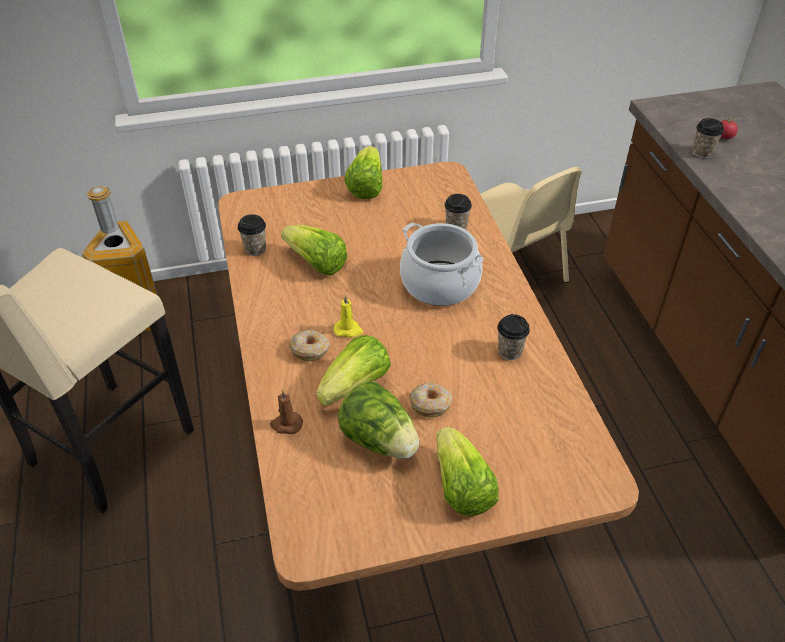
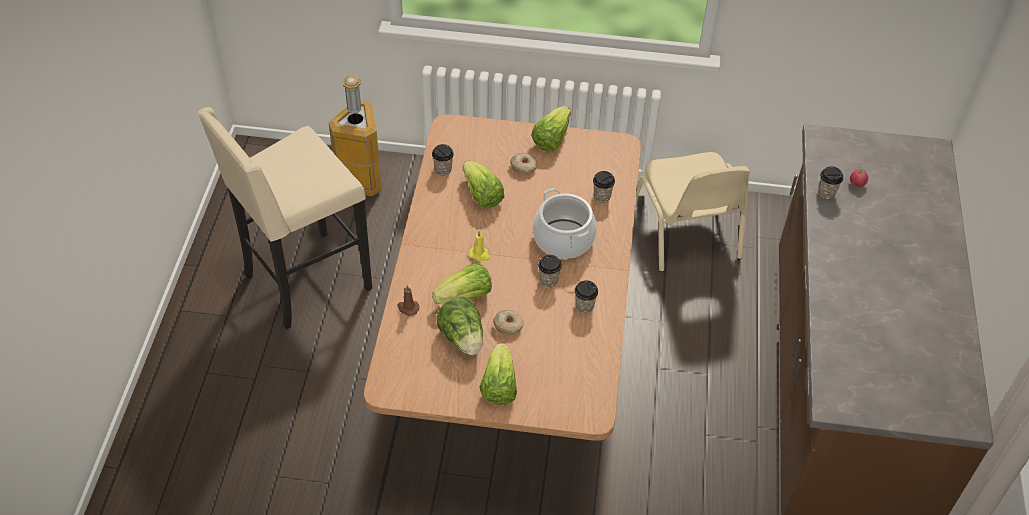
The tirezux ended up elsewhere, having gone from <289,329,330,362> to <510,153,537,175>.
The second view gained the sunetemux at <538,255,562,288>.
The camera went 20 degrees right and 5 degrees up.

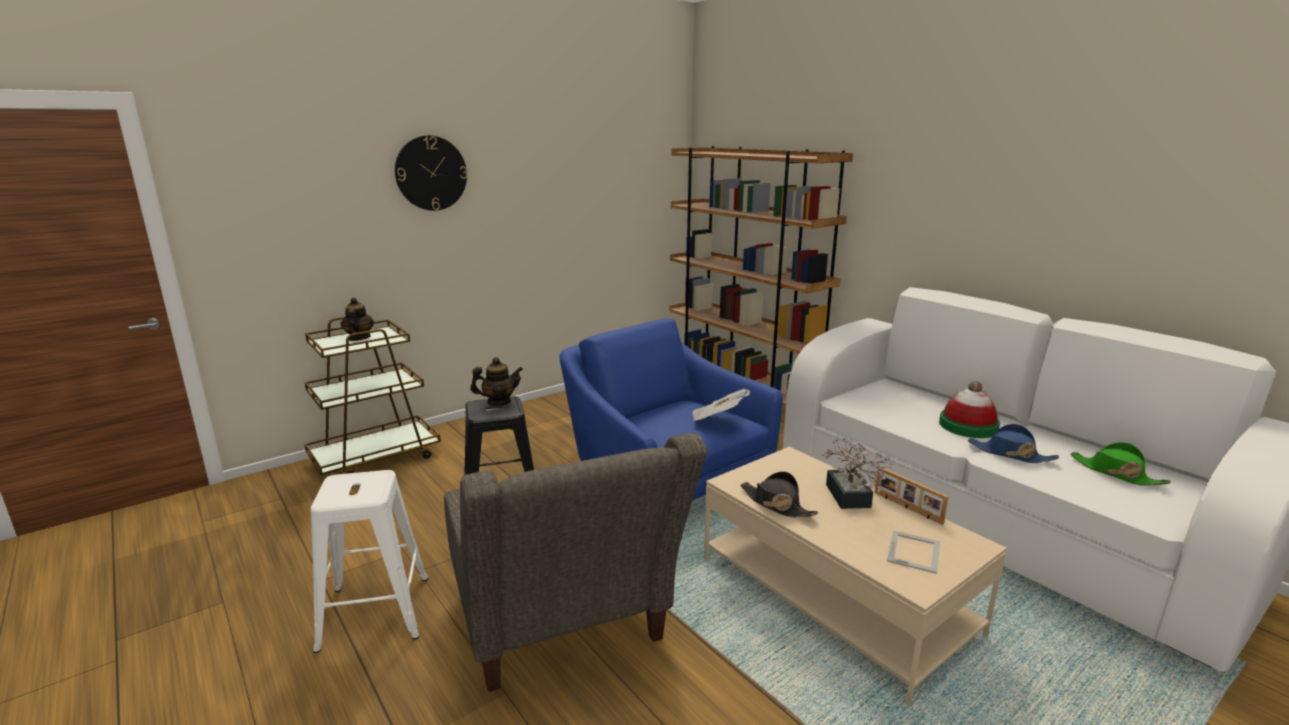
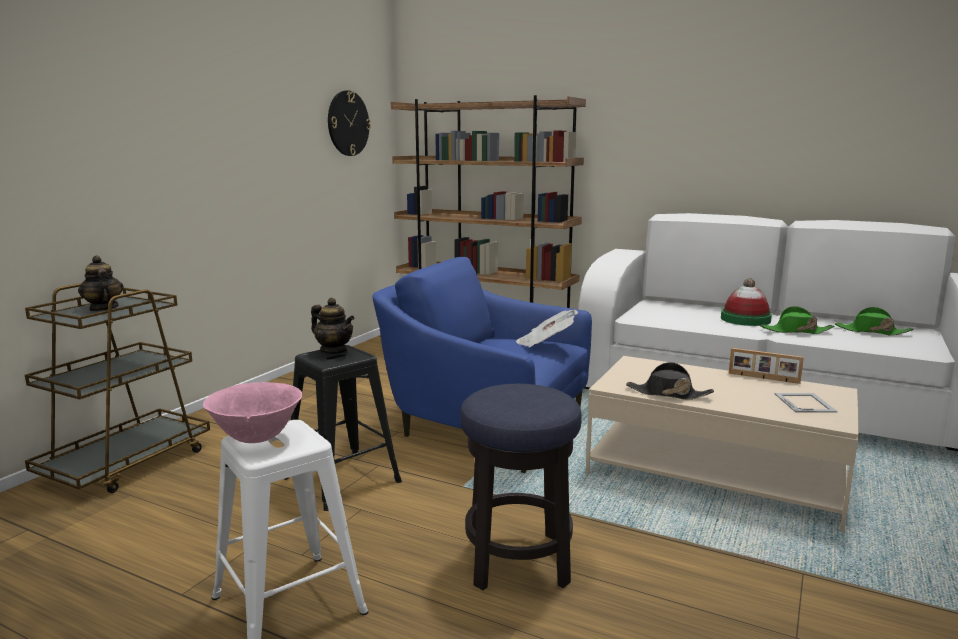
The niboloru ended up elsewhere, having gone from <395,135,467,211> to <328,90,371,156>.
Where the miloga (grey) stood at <444,433,708,692>, the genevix came to stand at <460,384,582,590>.
The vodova at <470,357,523,406> ended up facing another way, 75 degrees clockwise from before.
The second view lost the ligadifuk at <821,438,894,509>.
What was the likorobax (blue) at <968,424,1059,463> turned into the likorobax (green) at <760,306,834,334>.
The second view gained the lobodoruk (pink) at <203,382,302,443>.
The camera went 25 degrees left and 5 degrees down.

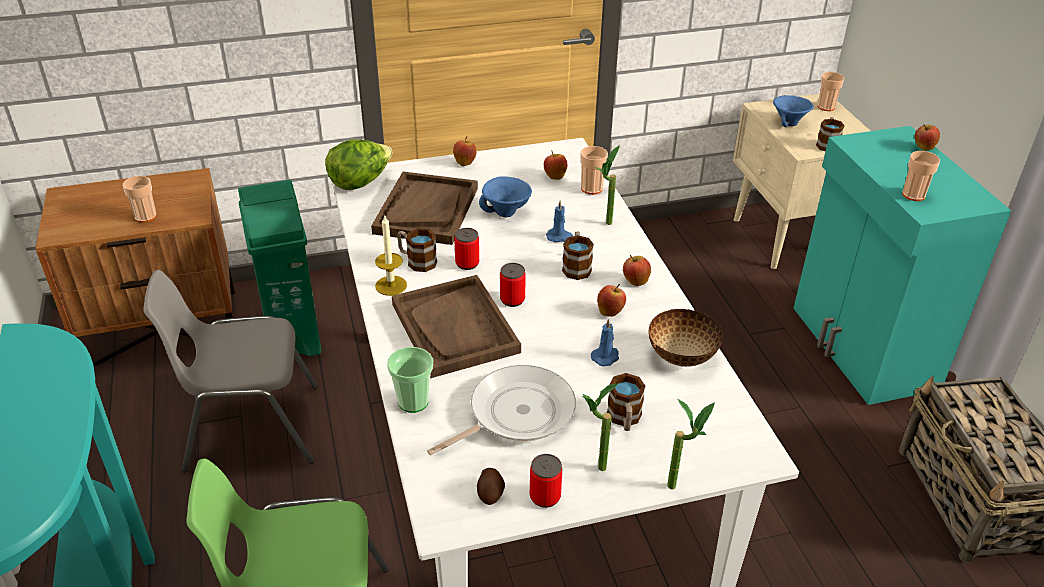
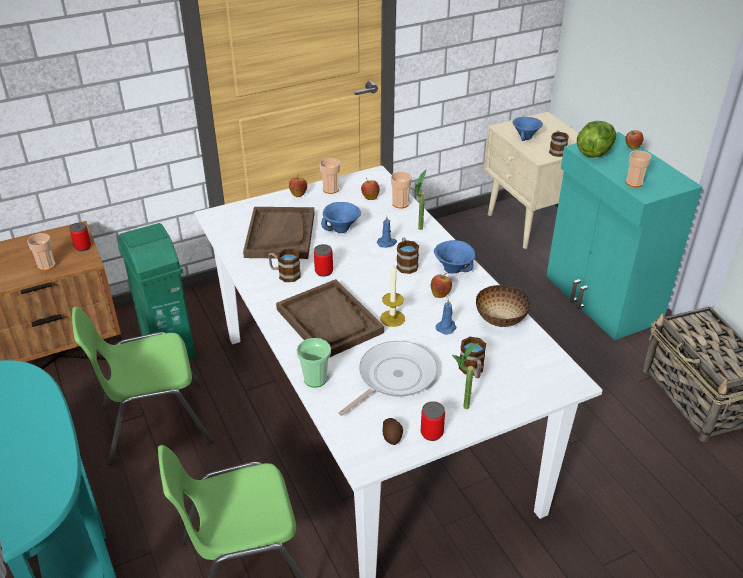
What was the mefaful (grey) at <143,270,318,472> turned into the mefaful (green) at <72,306,213,465>.
The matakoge ended up elsewhere, having gone from <325,140,393,190> to <577,121,616,158>.
The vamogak ended up elsewhere, having gone from <375,216,407,296> to <380,265,405,327>.
The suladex ended up elsewhere, having gone from <500,263,526,307> to <70,222,91,251>.
Where the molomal stood at <623,255,651,286>, the lobodoruk (blue) came to stand at <434,240,476,273>.
The second view lost the ligadifuk at <667,399,715,490>.
The sunetemux ended up elsewhere, having gone from <817,72,844,111> to <320,158,340,194>.
The camera went 10 degrees left and 0 degrees up.

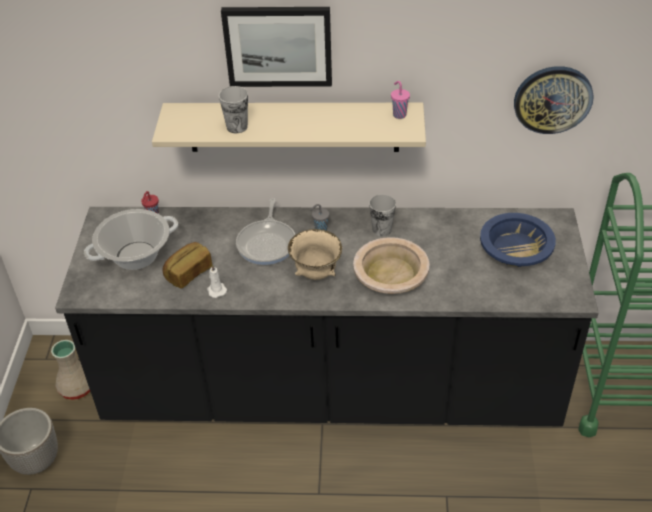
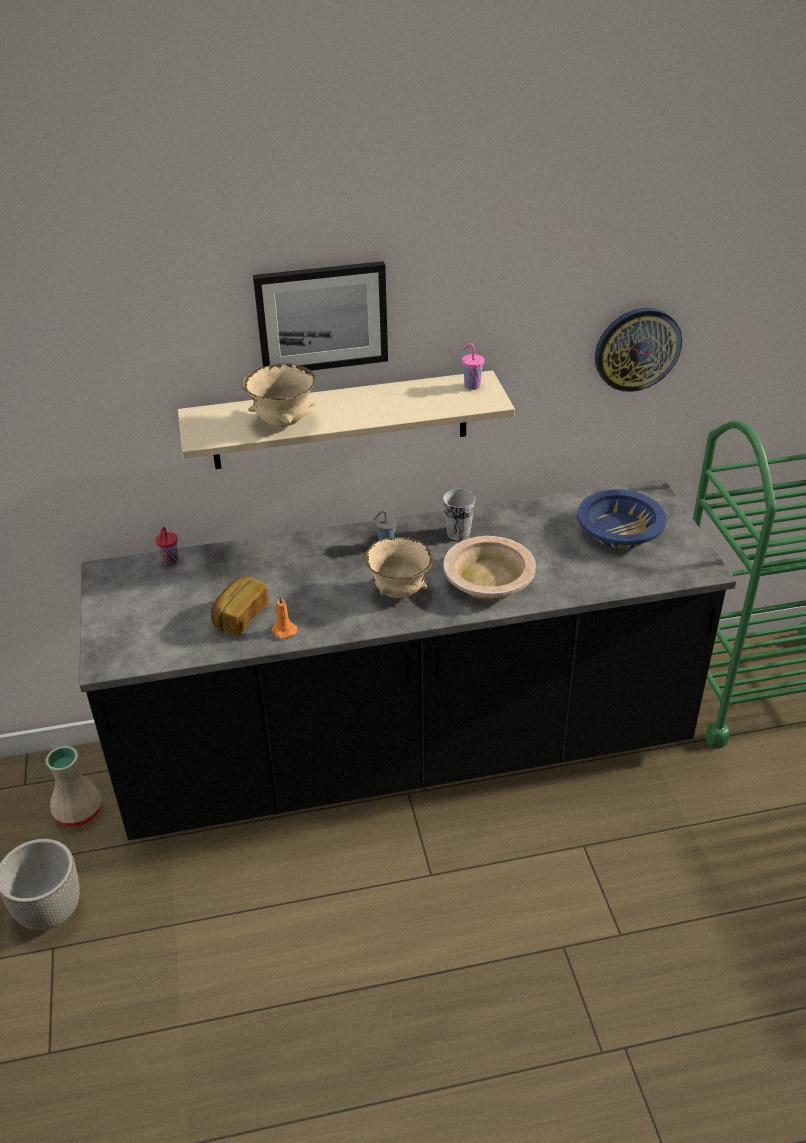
The second view lost the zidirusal at <84,209,178,270>.
What was the vamogak (white) at <207,264,227,298> turned into the vamogak (orange) at <271,595,297,639>.
Where the sunetemux stood at <219,86,248,133>, the lobodoruk (beige) came to stand at <242,363,315,427>.
The second view lost the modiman at <236,198,295,265>.
The camera went 15 degrees left and 5 degrees down.

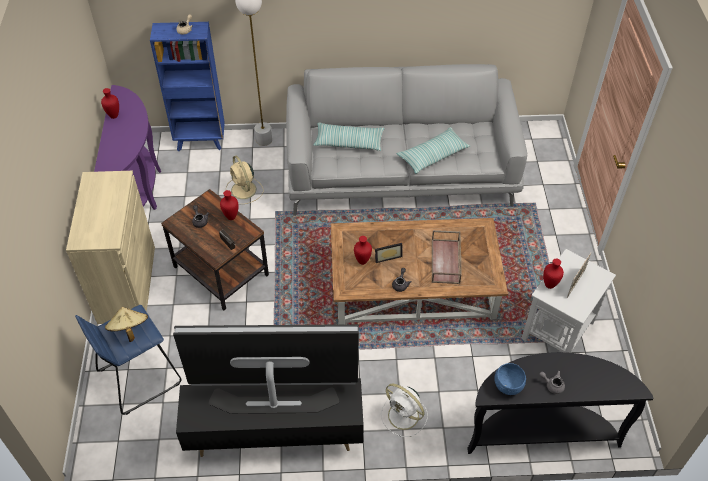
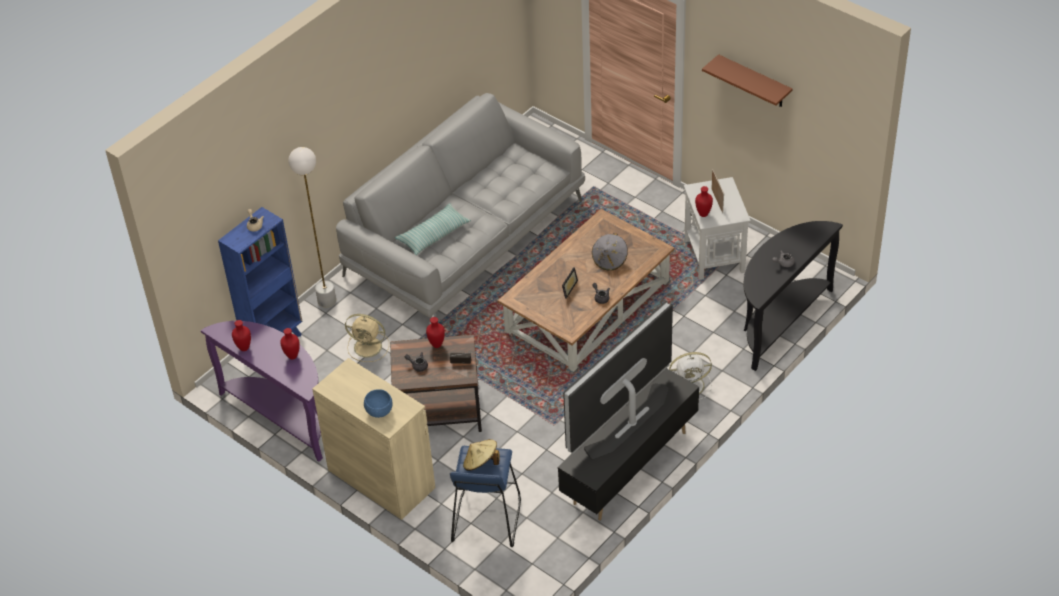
The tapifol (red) ended up elsewhere, having gone from <354,236,372,265> to <280,328,300,359>.
The second view lost the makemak at <397,127,470,174>.
Where the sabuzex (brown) stood at <432,230,462,284>, the likorobax (grey) came to stand at <592,233,628,271>.
The lobodoruk (blue) ended up elsewhere, having gone from <494,363,526,395> to <364,389,393,418>.
The second view gained the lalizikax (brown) at <702,54,792,107>.
The camera went 45 degrees left and 5 degrees down.

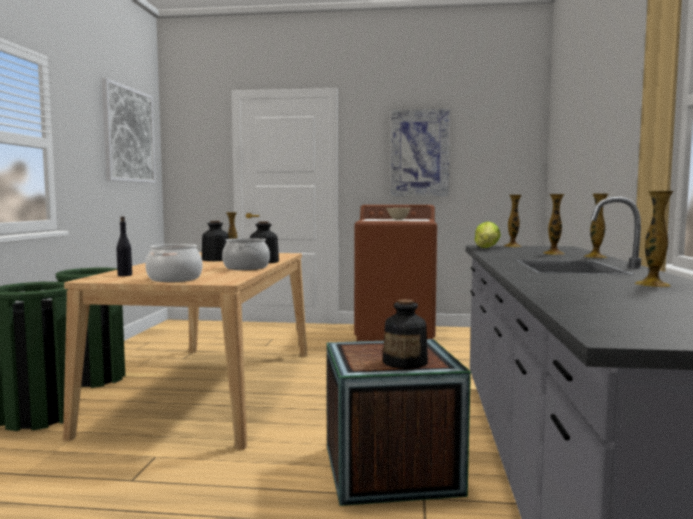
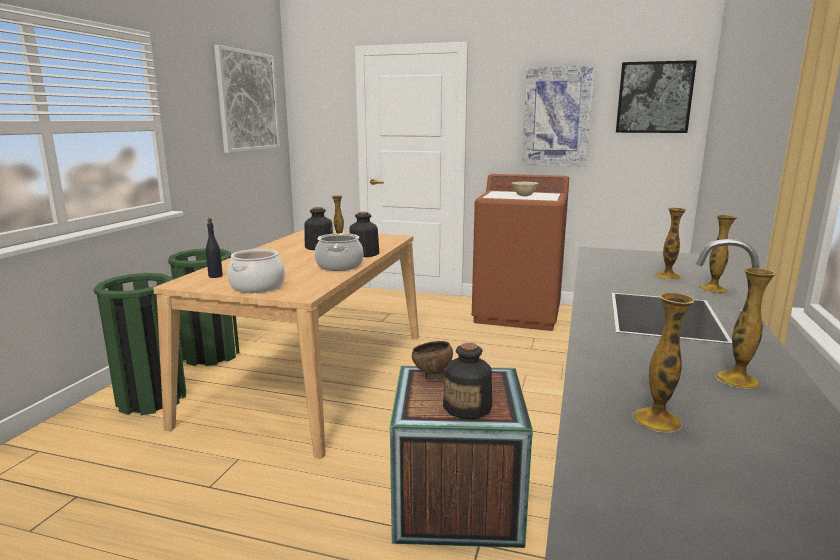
The second view lost the matakoge at <474,222,501,248>.
The tapifol ended up elsewhere, having gone from <504,195,522,247> to <633,293,695,432>.
The second view gained the lobodoruk (brown) at <412,341,453,380>.
The second view gained the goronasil at <616,60,697,133>.
The camera went 10 degrees right and 10 degrees up.

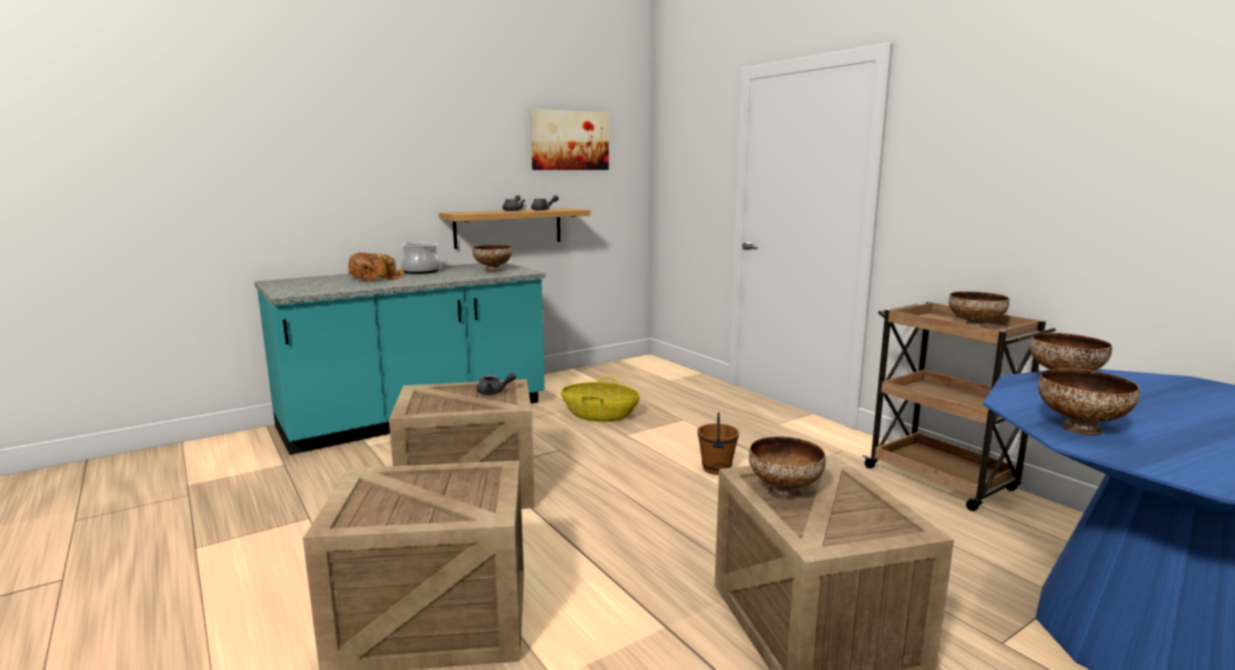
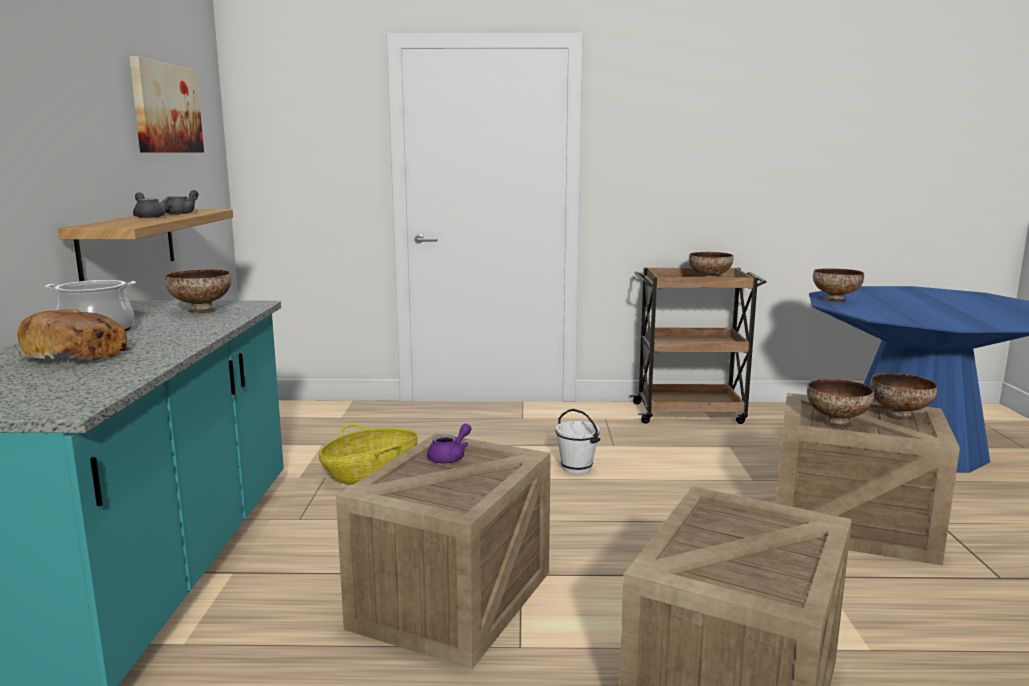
What was the vodova (grey) at <477,373,516,395> turned into the vodova (purple) at <427,423,471,463>.
What was the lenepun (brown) at <698,412,739,475> turned into the lenepun (white) at <555,409,600,474>.
The lobodoruk ended up elsewhere, having gone from <1038,368,1140,436> to <870,373,938,421>.
The camera went 55 degrees left and 0 degrees up.

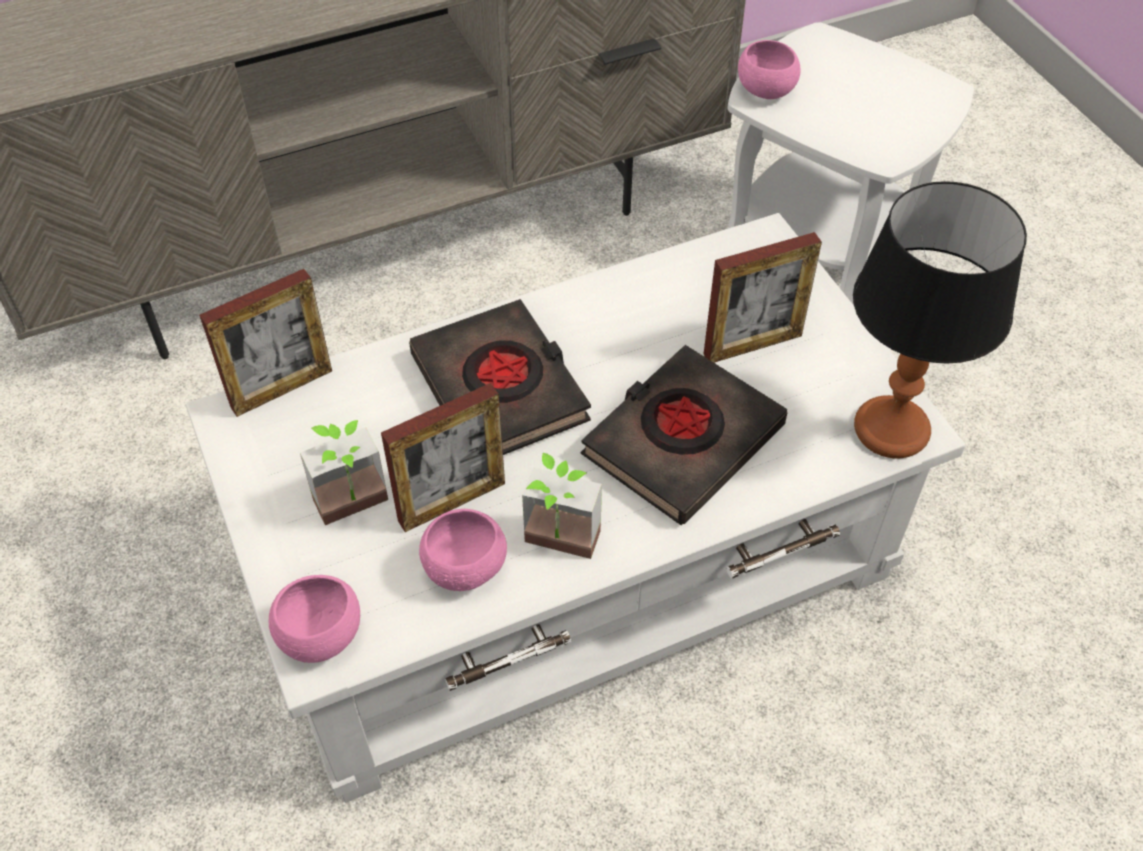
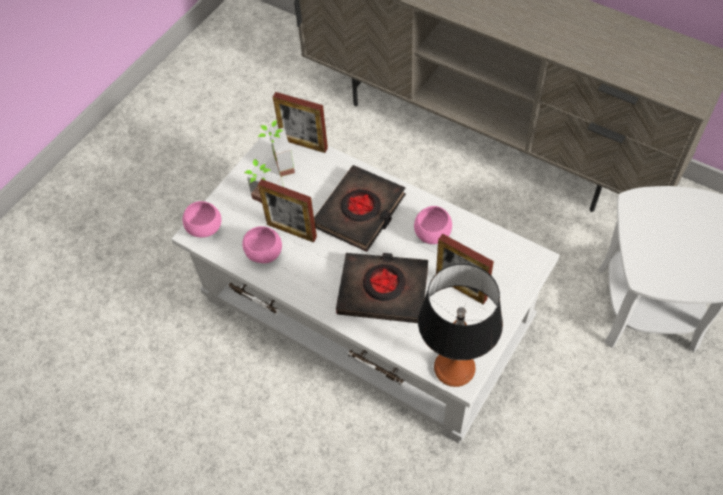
The ligadifuk ended up elsewhere, having gone from <522,453,602,559> to <258,120,295,177>.
The lobodoruk (pink) ended up elsewhere, having gone from <738,40,800,99> to <414,206,452,244>.
The camera went 60 degrees right and 5 degrees up.

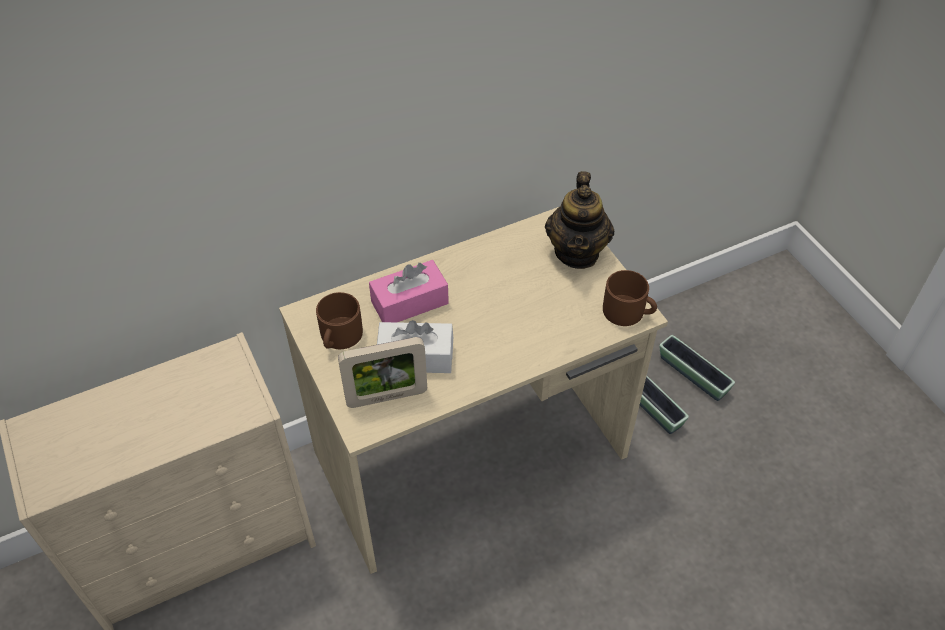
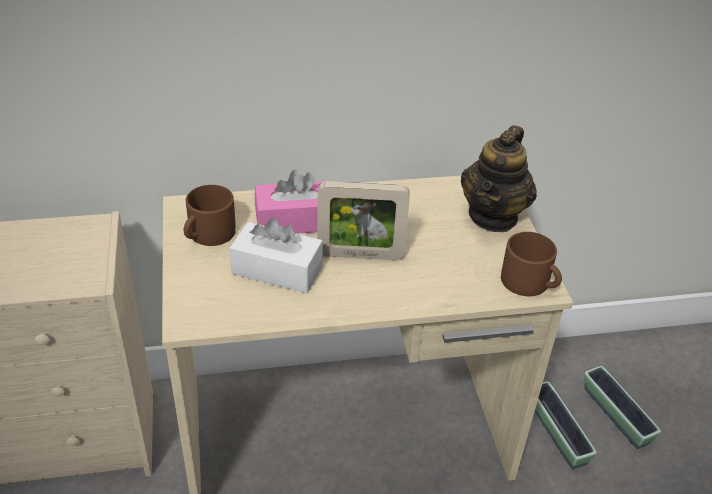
The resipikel ended up elsewhere, having gone from <338,337,427,408> to <317,181,410,260>.
The camera went 15 degrees right and 10 degrees down.

